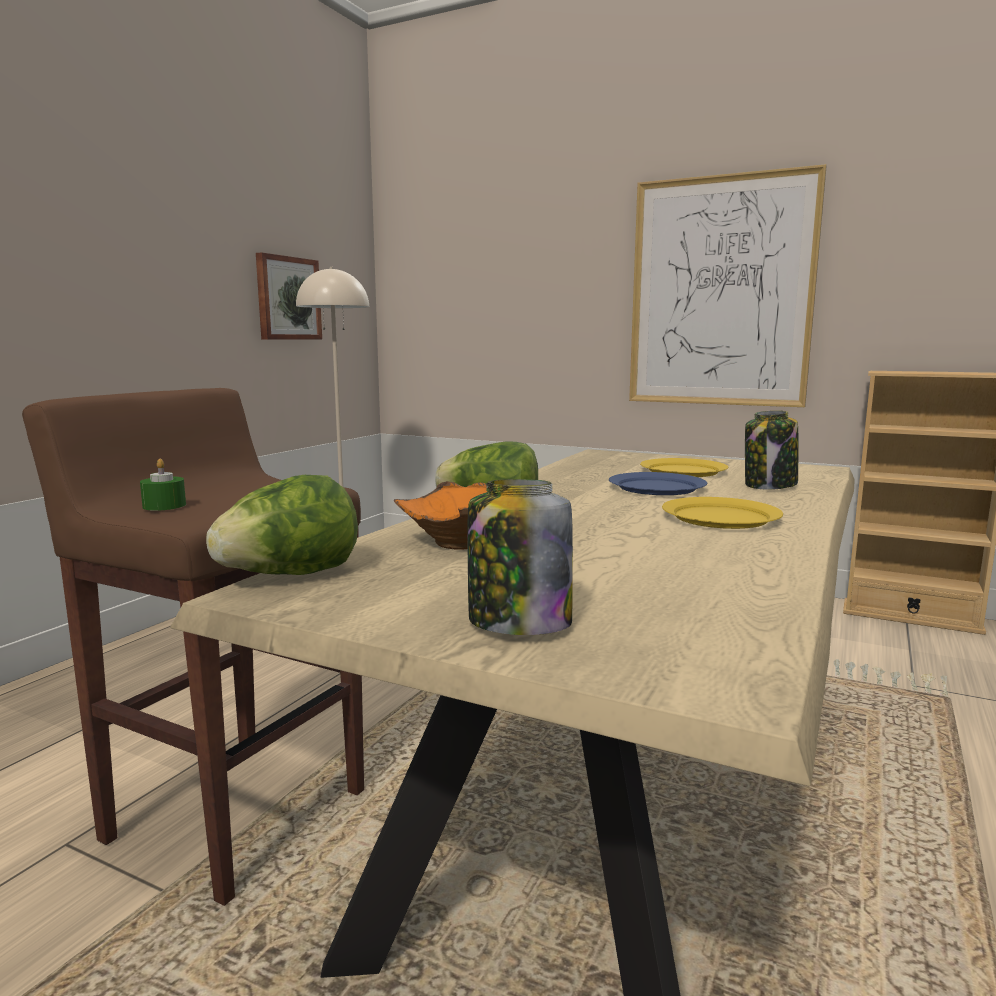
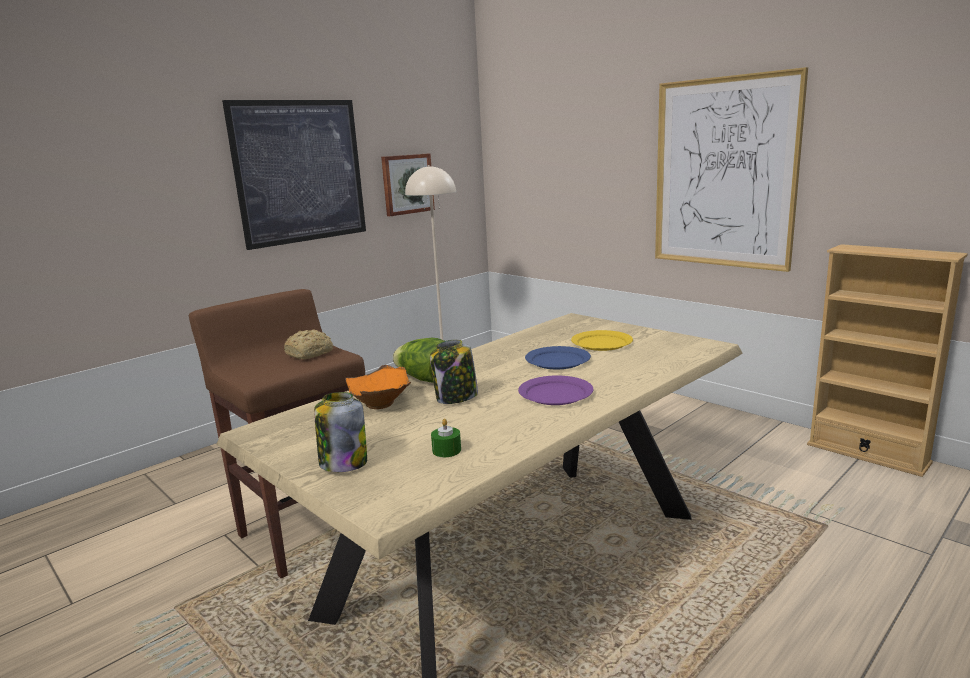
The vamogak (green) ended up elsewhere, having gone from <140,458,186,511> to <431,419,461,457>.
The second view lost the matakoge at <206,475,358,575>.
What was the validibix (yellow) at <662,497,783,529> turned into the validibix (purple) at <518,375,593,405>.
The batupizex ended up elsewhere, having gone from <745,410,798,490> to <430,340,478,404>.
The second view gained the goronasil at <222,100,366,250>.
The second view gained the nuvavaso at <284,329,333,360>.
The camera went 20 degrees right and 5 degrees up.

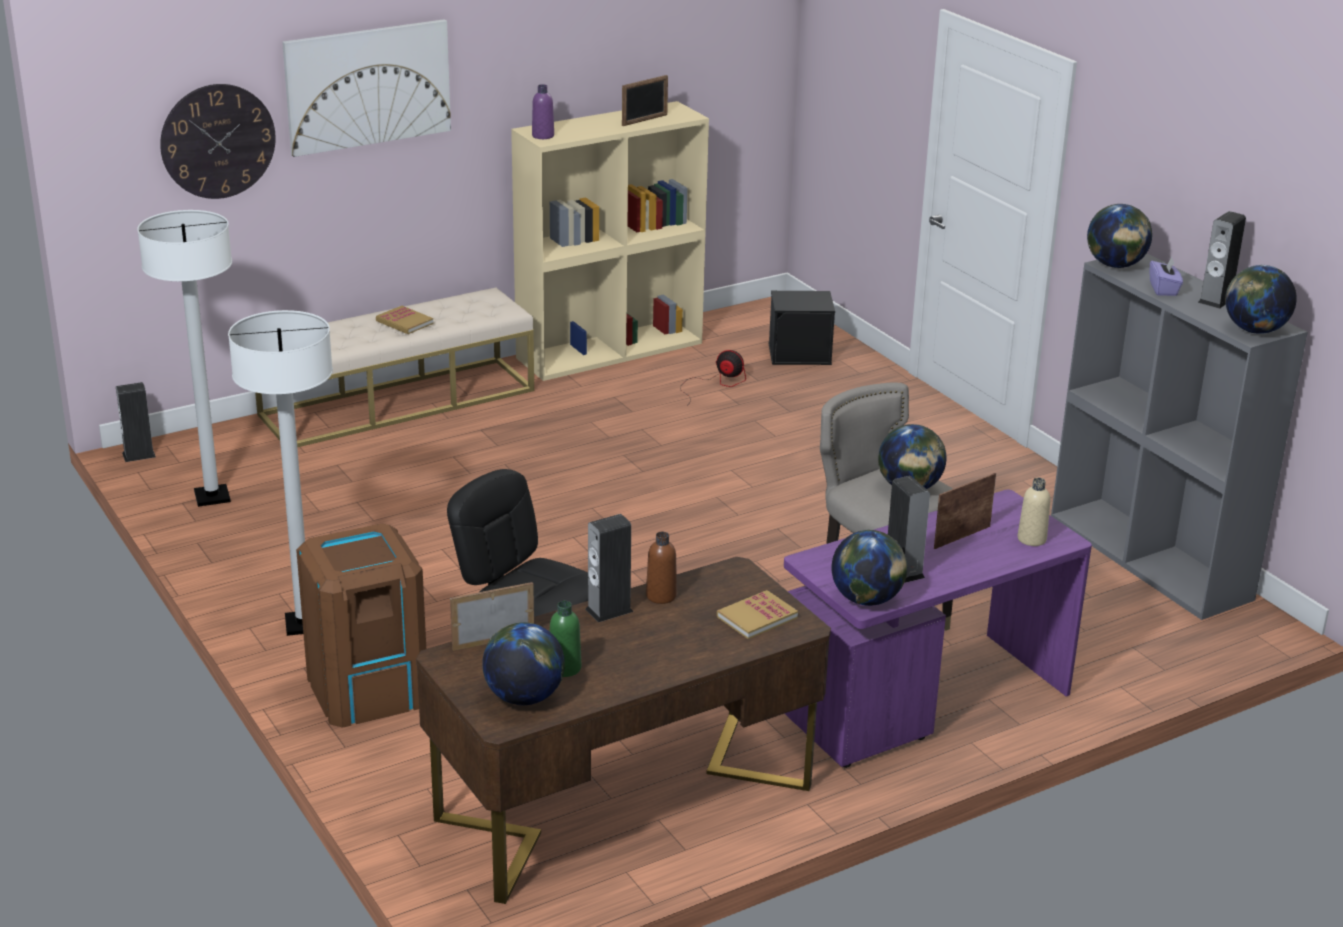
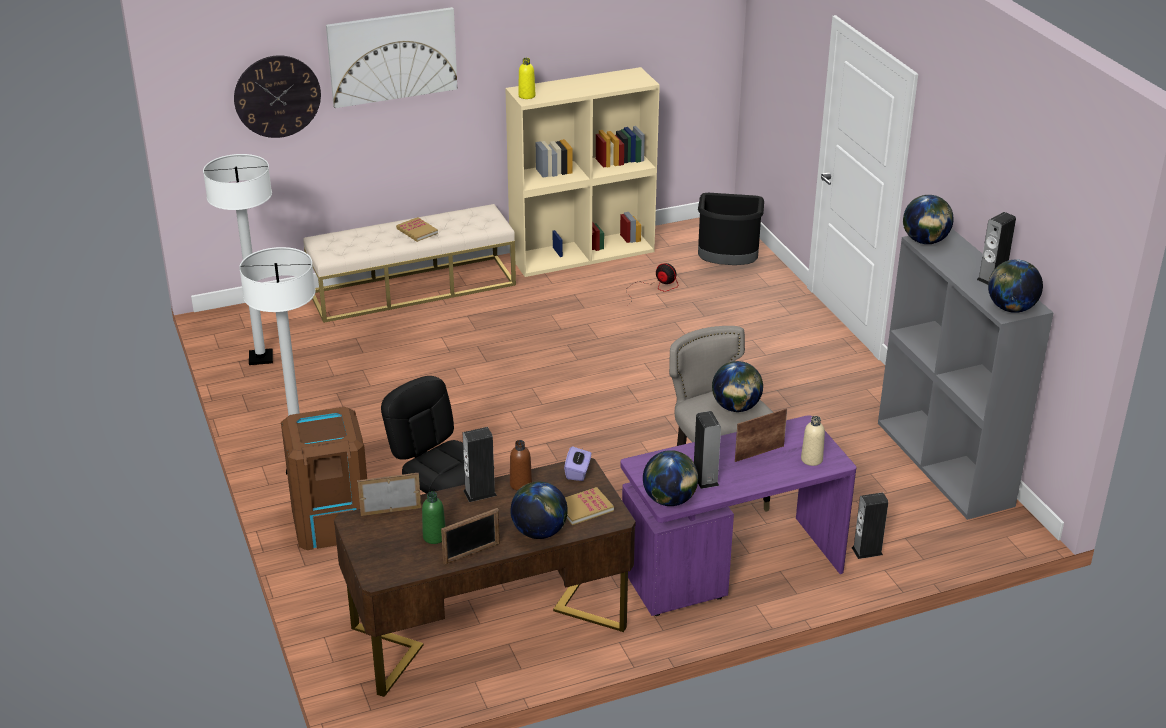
The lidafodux ended up elsewhere, having gone from <116,382,156,462> to <852,492,888,559>.
The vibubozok ended up elsewhere, having gone from <482,622,565,705> to <510,482,568,539>.
What was the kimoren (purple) at <532,84,554,139> turned into the kimoren (yellow) at <518,58,535,99>.
The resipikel ended up elsewhere, having gone from <622,75,668,126> to <441,508,500,565>.
Where the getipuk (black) stood at <768,291,835,365>, the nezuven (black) came to stand at <698,193,764,265>.
The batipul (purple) ended up elsewhere, having gone from <1150,257,1183,296> to <564,446,592,481>.
The camera went 10 degrees right and 5 degrees up.

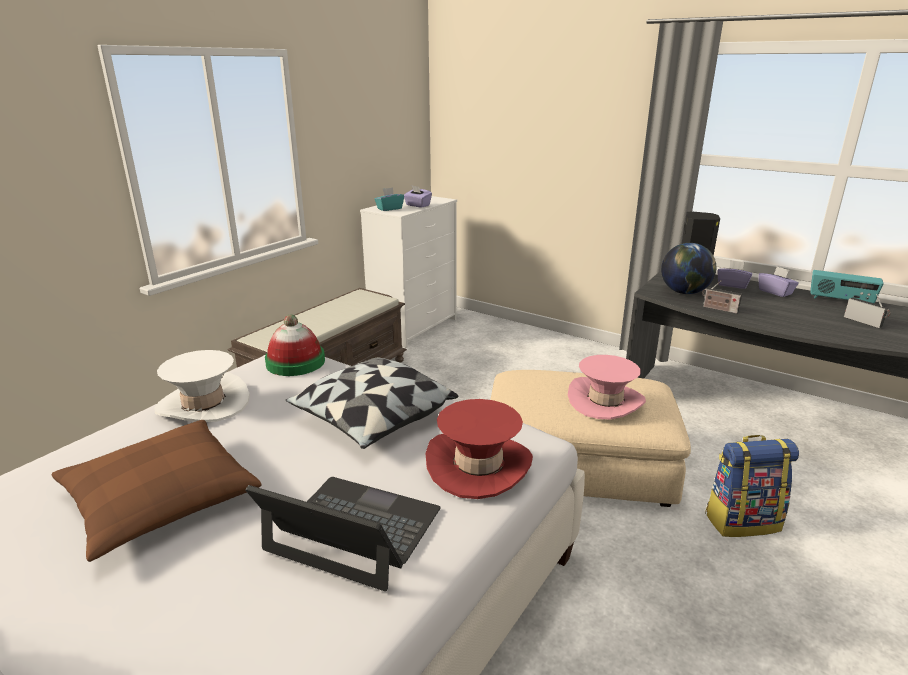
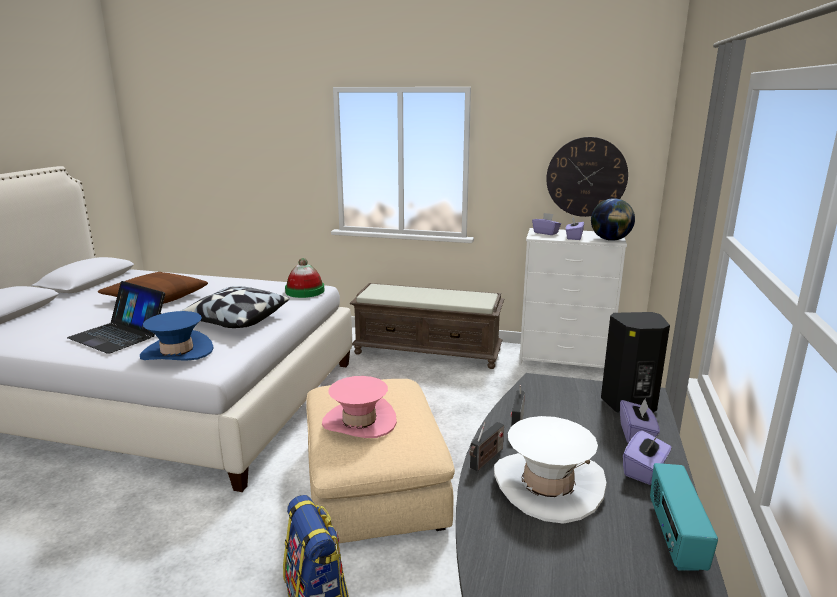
The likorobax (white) ended up elsewhere, having gone from <154,350,250,422> to <494,416,607,524>.
The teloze at <245,477,441,591> ended up facing another way, 120 degrees clockwise from before.
What was the batipul (turquoise) at <375,187,404,211> turned into the batipul (purple) at <532,213,561,235>.
What was the likorobax (red) at <426,399,533,499> turned into the likorobax (blue) at <140,311,214,361>.
The vibubozok ended up elsewhere, having gone from <661,243,716,294> to <591,198,635,241>.
The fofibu ended up elsewhere, having gone from <844,294,891,328> to <470,422,504,471>.
The second view gained the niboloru at <546,137,628,217>.
The camera went 70 degrees right and 5 degrees down.

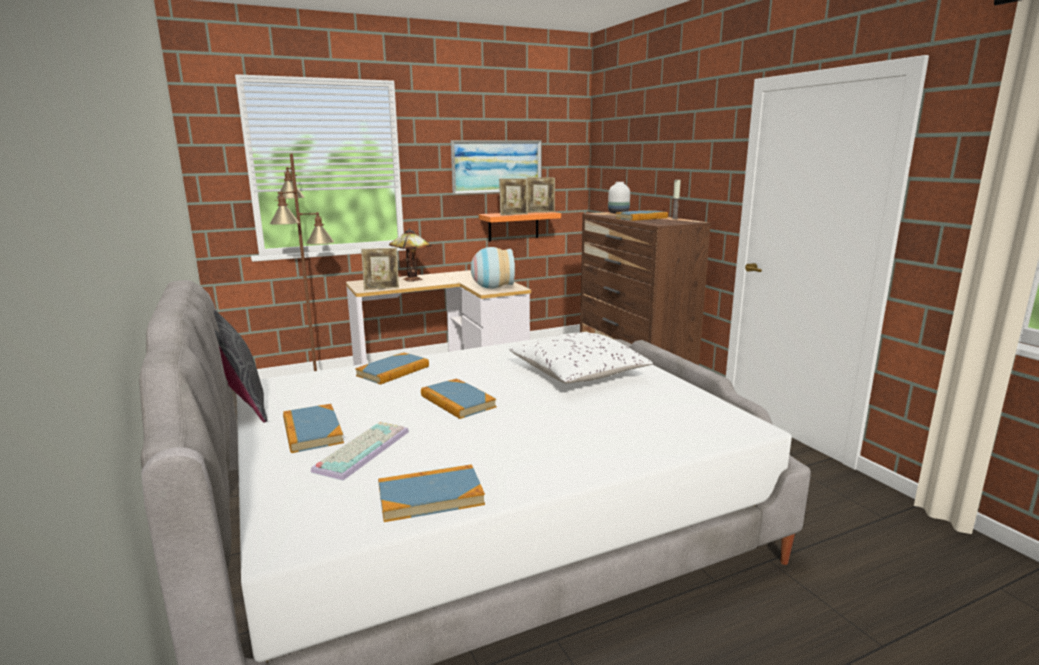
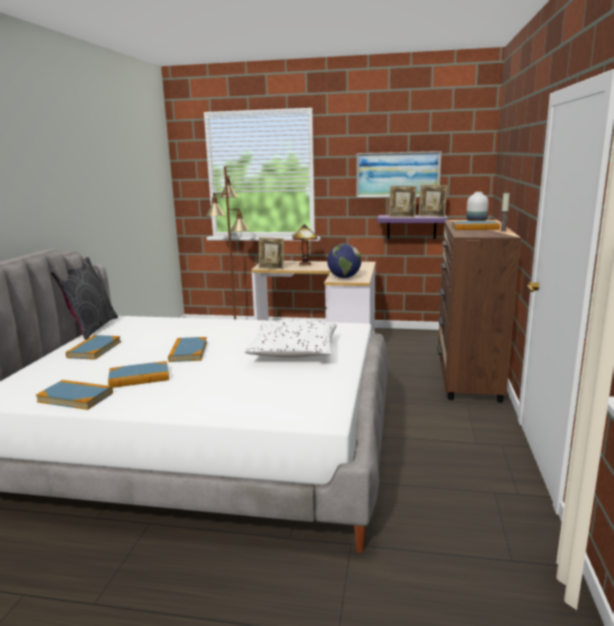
The second view lost the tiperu at <311,422,409,480>.
The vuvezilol ended up elsewhere, having gone from <355,352,429,385> to <108,361,169,388>.
Where the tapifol stood at <471,247,515,289>, the vibubozok came to stand at <327,244,361,278>.
What was the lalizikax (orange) at <479,212,561,241> turned into the lalizikax (purple) at <377,215,448,239>.
The camera went 35 degrees right and 0 degrees up.

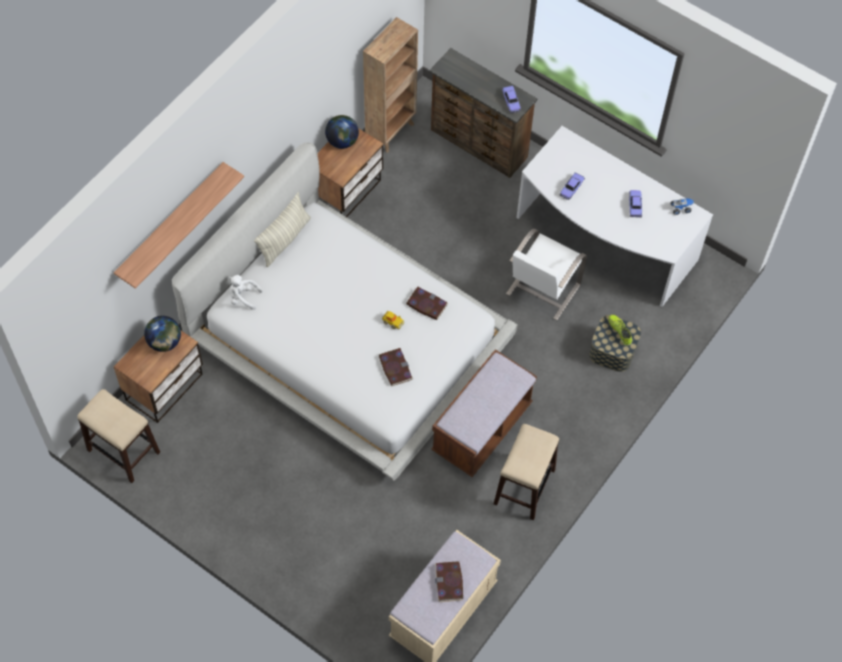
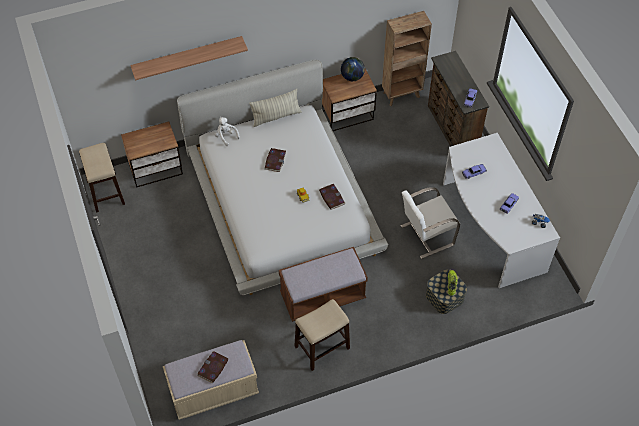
The second view lost the vibubozok at <144,316,181,352>.
The vuvezilol ended up elsewhere, having gone from <379,348,413,386> to <265,148,286,172>.
The camera went 35 degrees right and 5 degrees down.

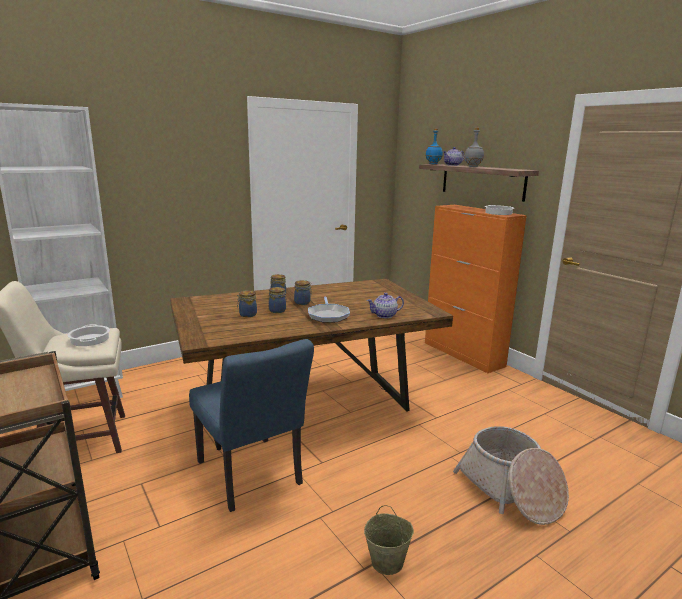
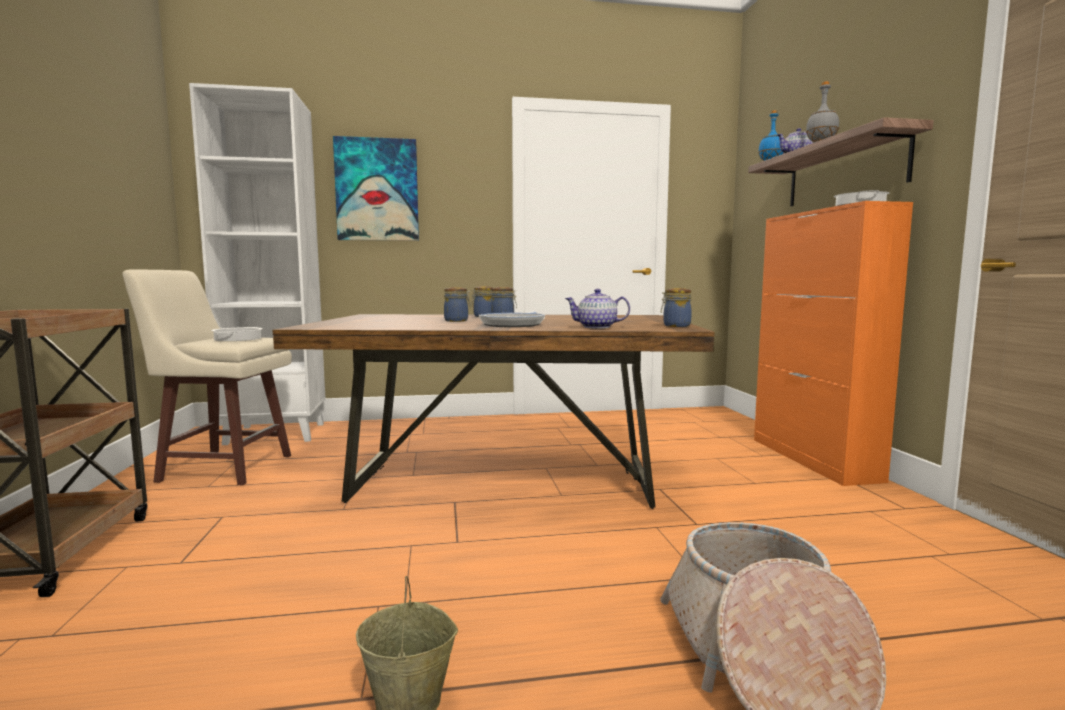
The second view lost the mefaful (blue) at <189,339,314,512>.
The batupizex ended up elsewhere, having gone from <237,290,257,317> to <661,288,692,327>.
The second view gained the goronasil at <333,136,419,241>.
The camera went 25 degrees right and 10 degrees down.

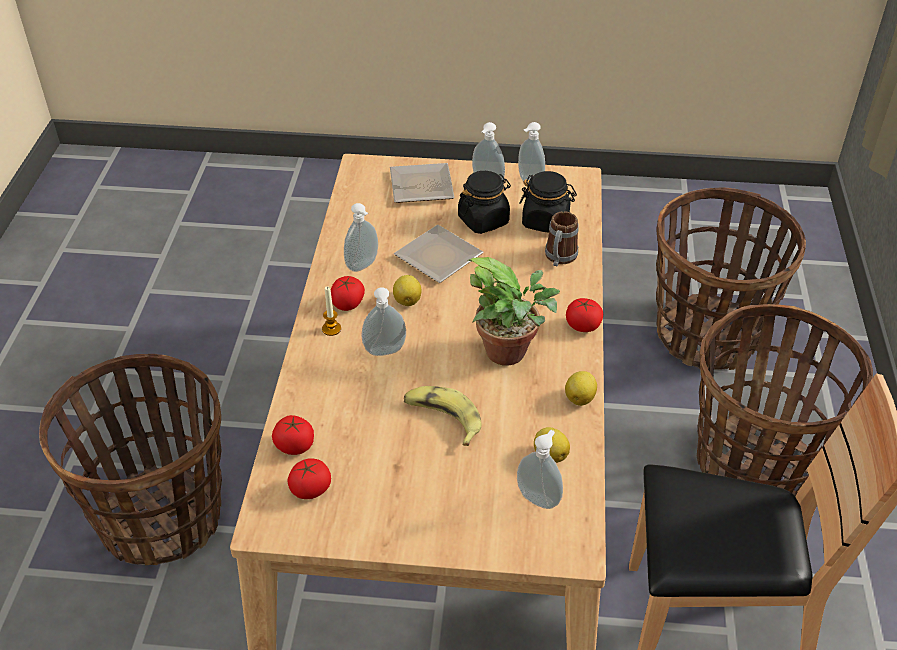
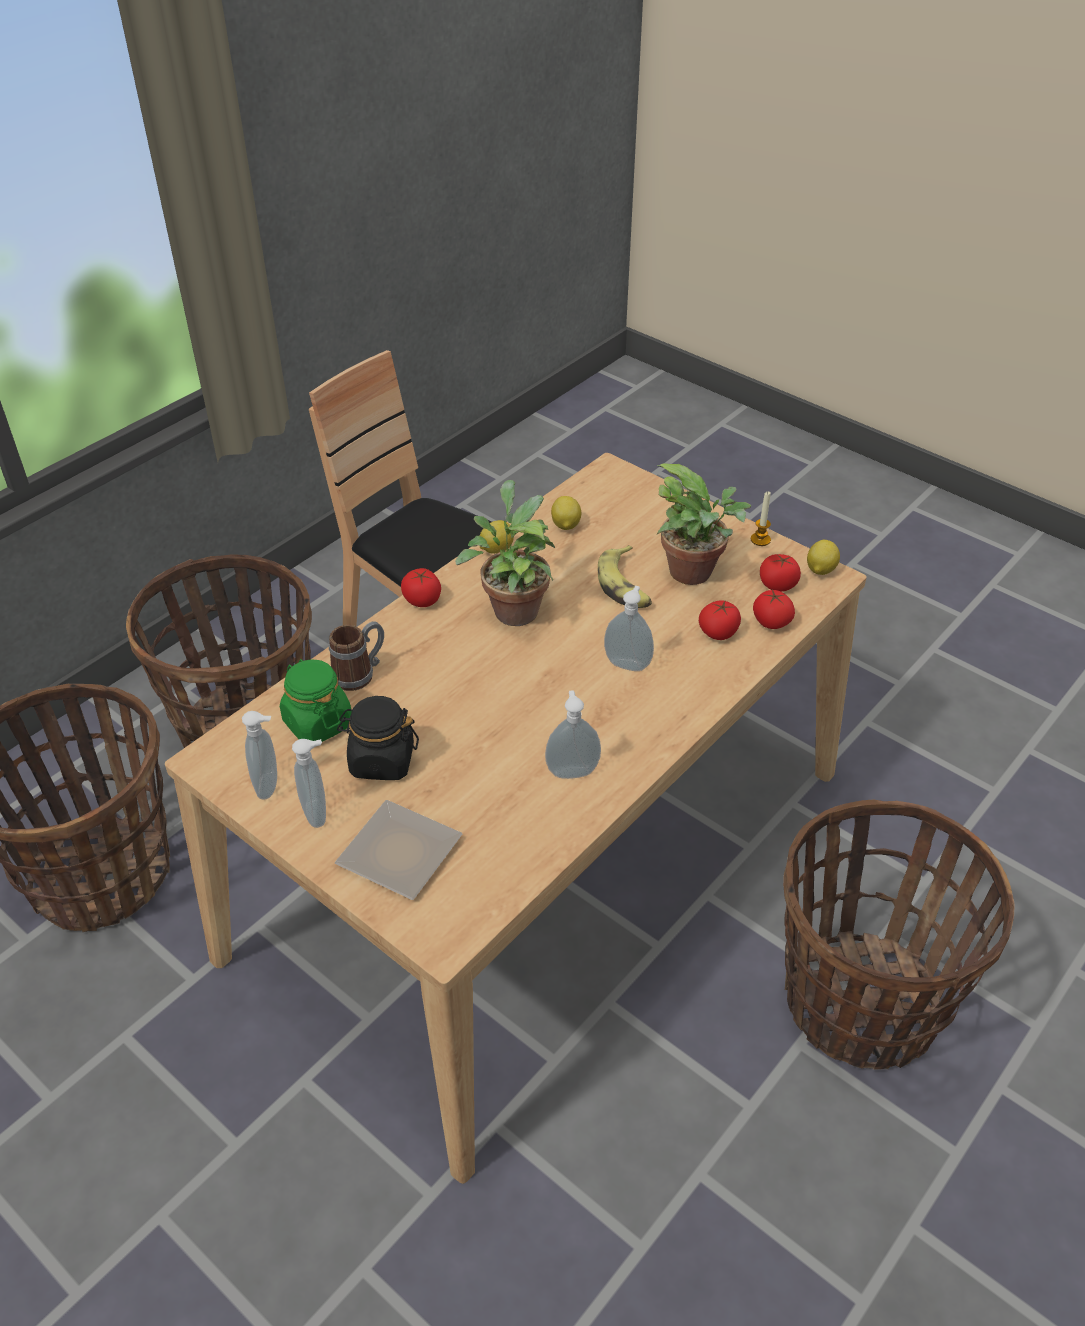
The vamogak ended up elsewhere, having gone from <322,286,341,336> to <751,492,771,546>.
The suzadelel ended up elsewhere, having gone from <331,276,365,311> to <699,600,741,640>.
The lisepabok ended up elsewhere, having gone from <393,275,421,306> to <807,540,840,575>.
The second view lost the validibix at <394,225,483,283>.
The second view lost the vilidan at <517,430,563,509>.
What was the batupizex (black) at <519,171,577,233> turned into the batupizex (green) at <280,659,352,742>.
The second view gained the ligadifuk at <657,463,751,585>.
The camera went 145 degrees left and 0 degrees up.

